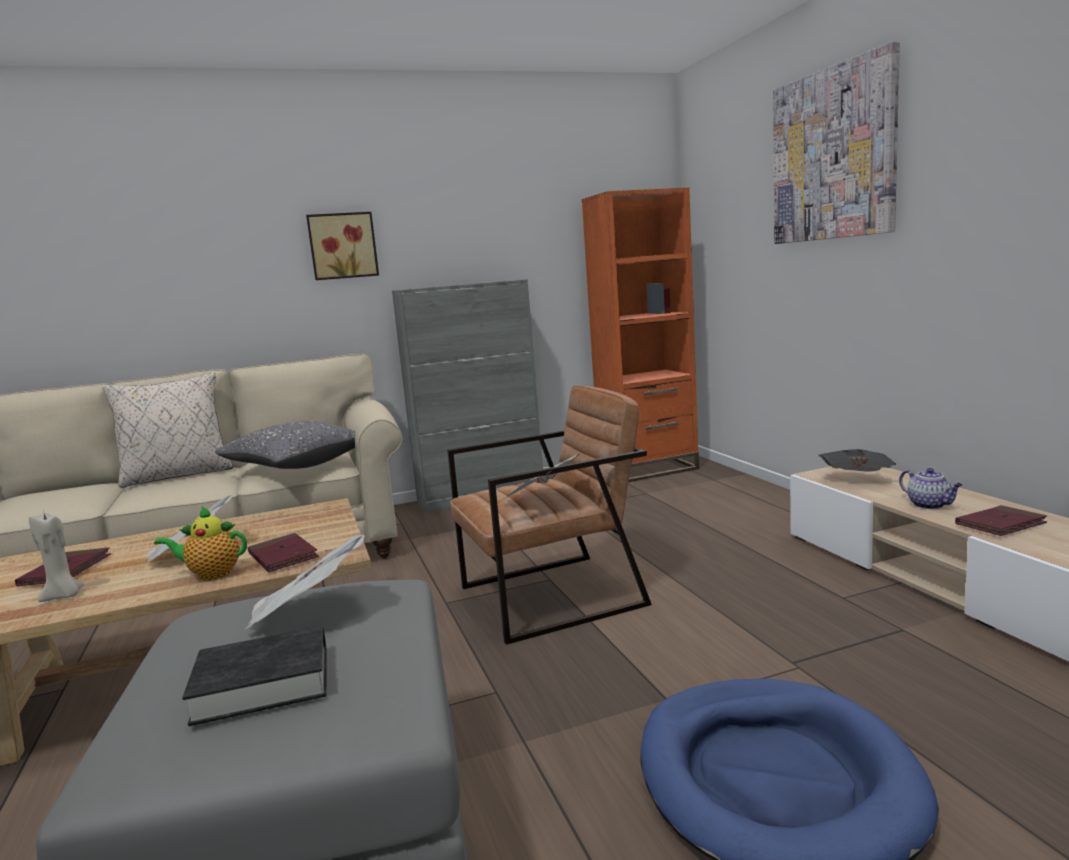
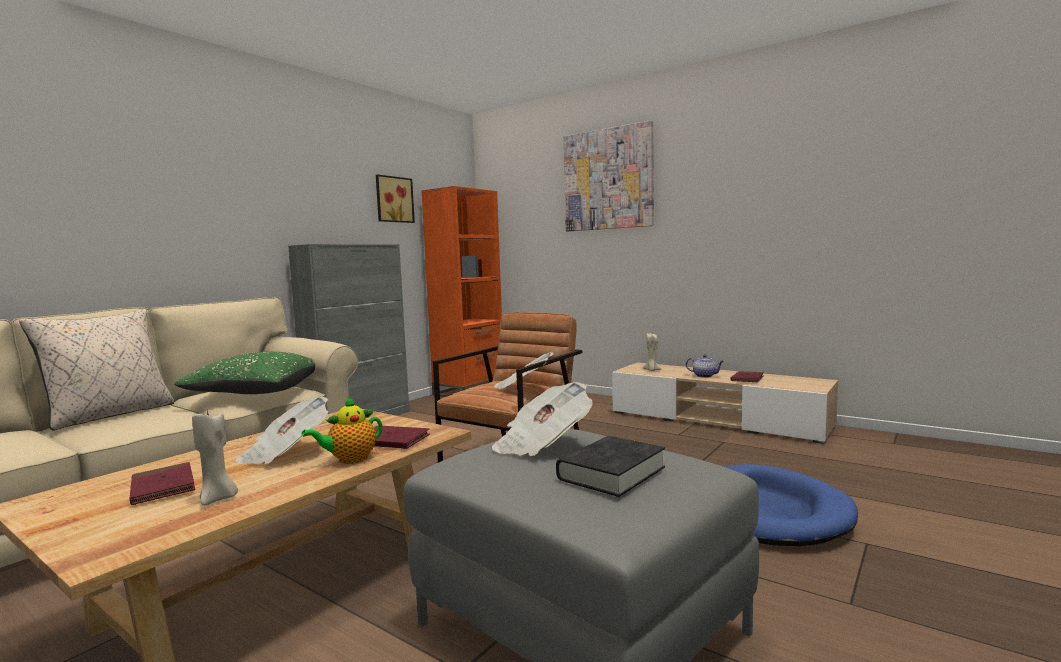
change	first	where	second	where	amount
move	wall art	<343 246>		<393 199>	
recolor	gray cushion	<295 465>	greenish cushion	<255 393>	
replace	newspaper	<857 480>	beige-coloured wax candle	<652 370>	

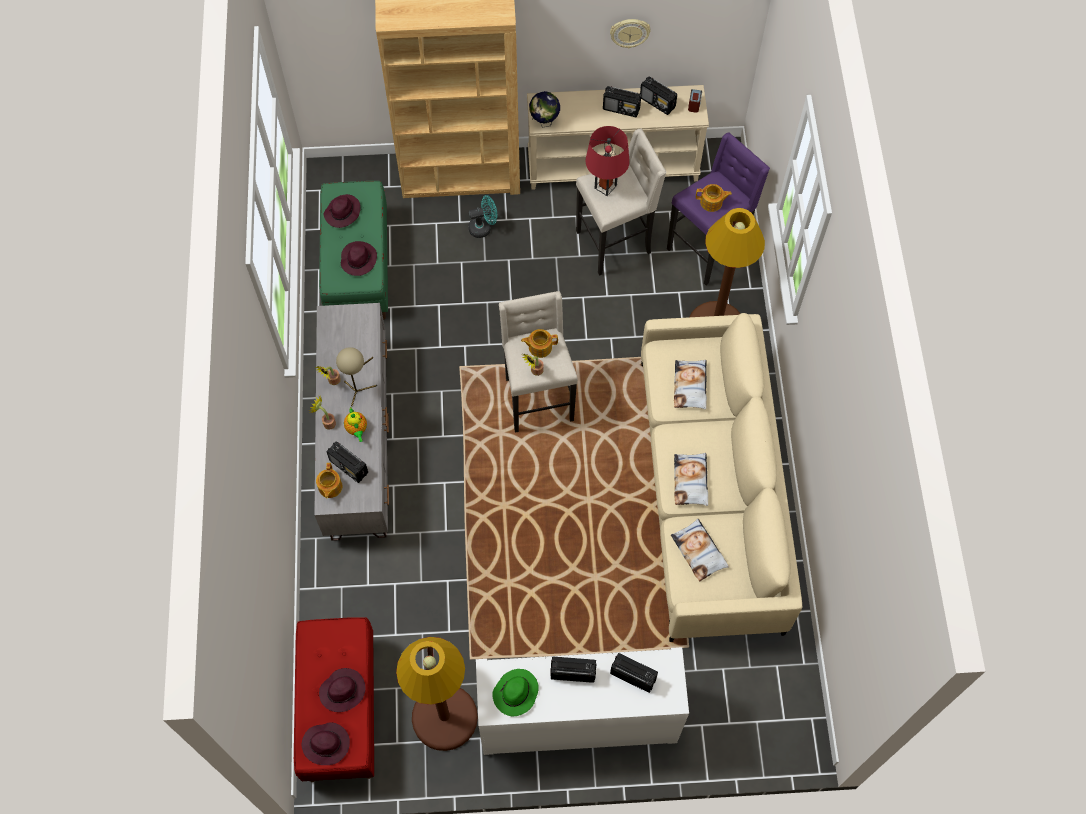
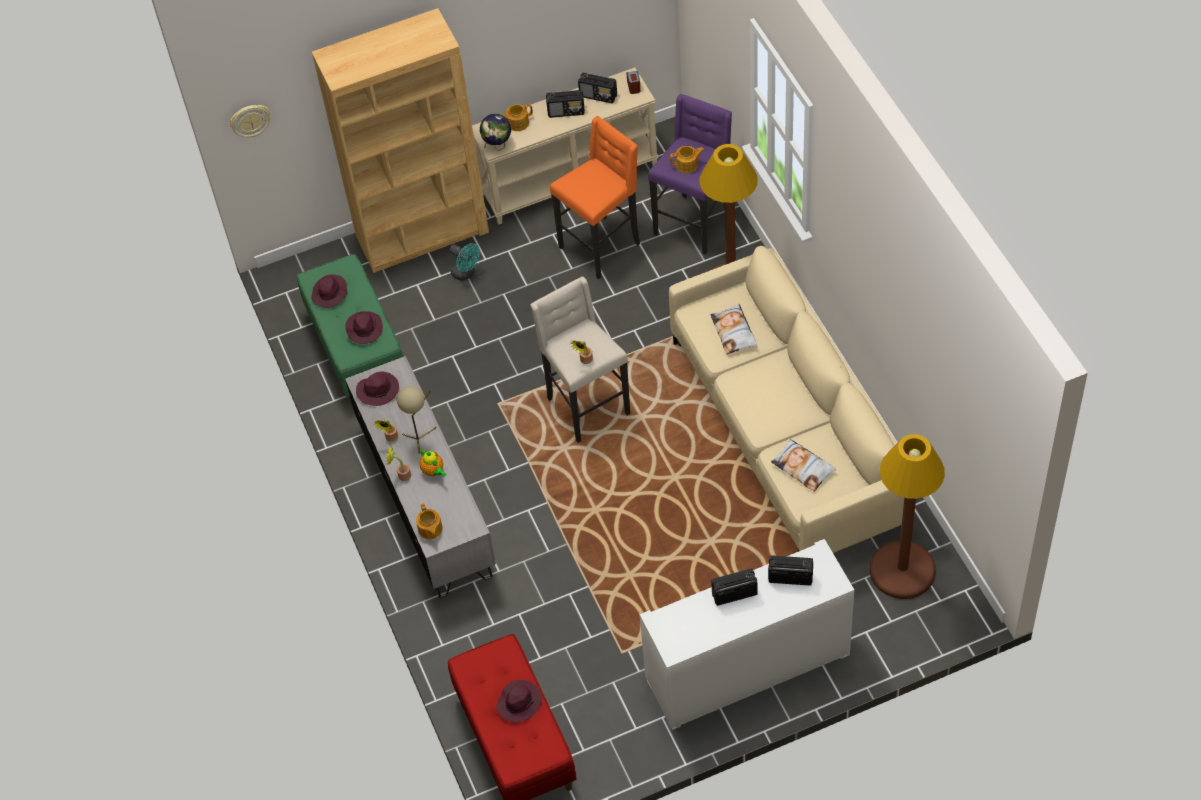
change	first	where	second	where	amount
move	wall clock	<629 32>		<250 120>	
delete	red-coloured lamp for a table	<605 186>			
recolor	beige-coloured sitting stool	<615 243>	orangey sitting stool	<601 245>	
rotate	turquoise cooling fan	<483 227>		<466 273>	75 degrees clockwise
move	teapot	<539 347>		<517 123>	
delete	radio	<349 467>			
delete	cushion	<691 481>			
move	brown-coloured standard lamp	<444 717>		<902 570>	
delete	greenish clothing hat	<515 694>			
move	purple-coloured clothing hat	<327 744>		<378 390>	

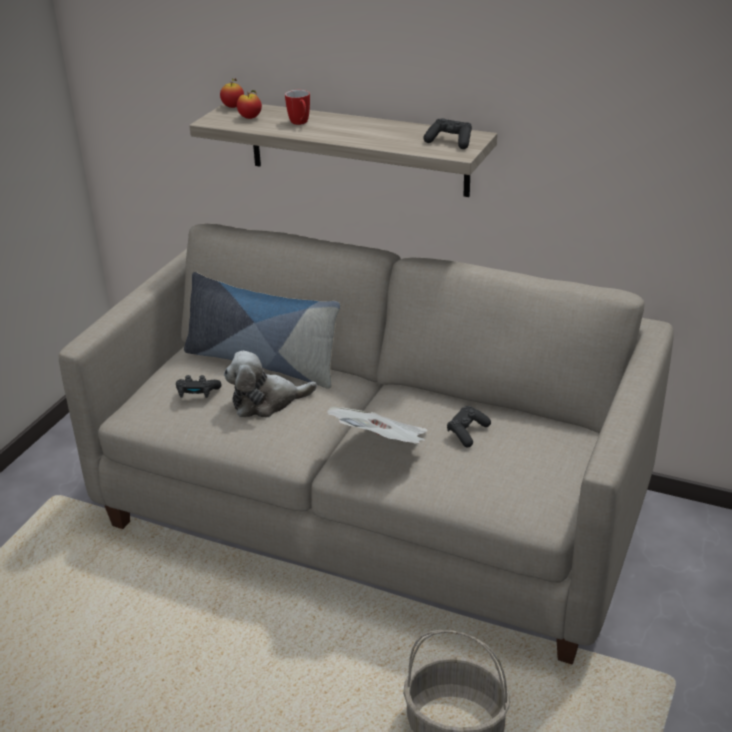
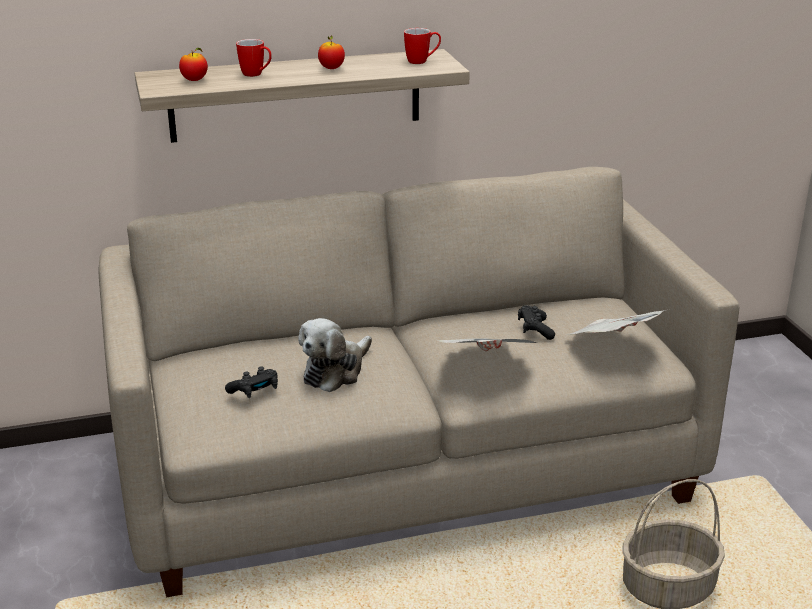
change	first	where	second	where	amount
move	whole apple	<233 107>		<331 68>	
replace	black-coloured joypad	<450 142>	coffee mug	<422 61>	
delete	cushion	<262 363>			
insert			newspaper	<614 346>	

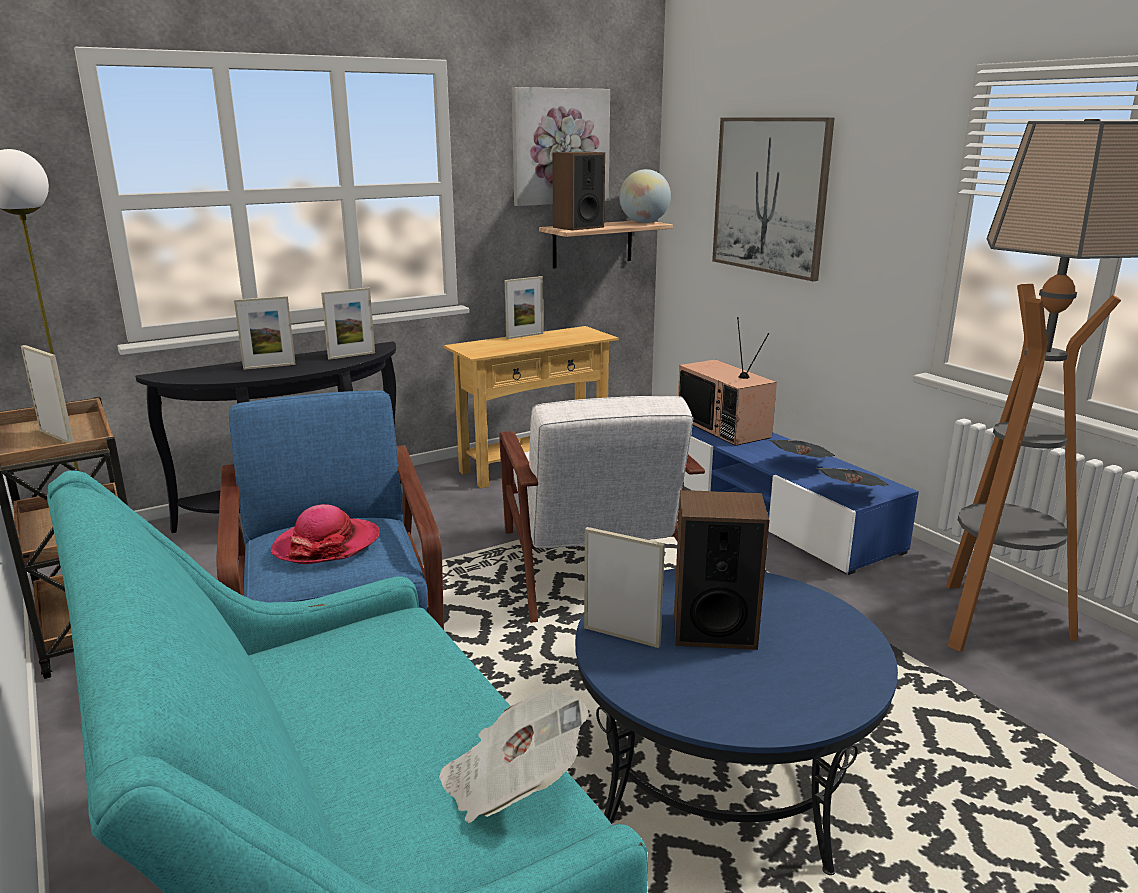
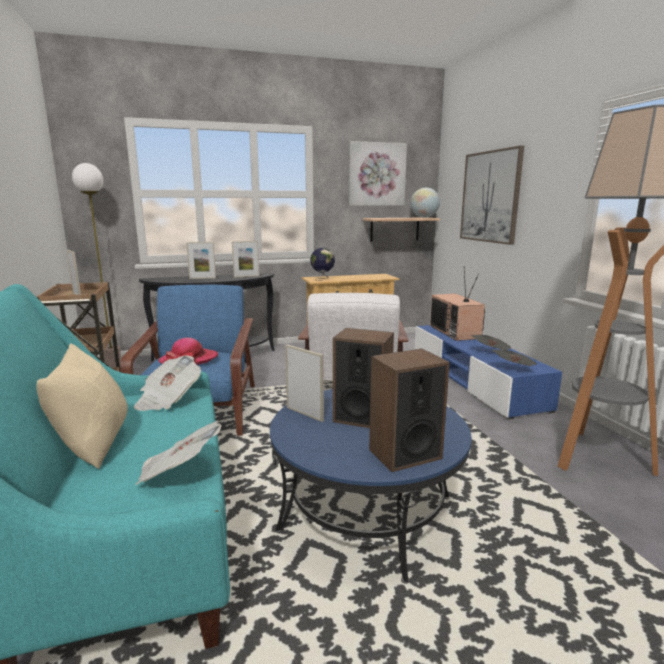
change	first	where	second	where	amount
move	loudspeaker	<578 227>		<404 454>	
delete	standing frame	<524 336>			
insert			desk globe	<322 279>	
insert			beige-coloured cushion	<93 443>	
insert			newspaper	<168 399>	

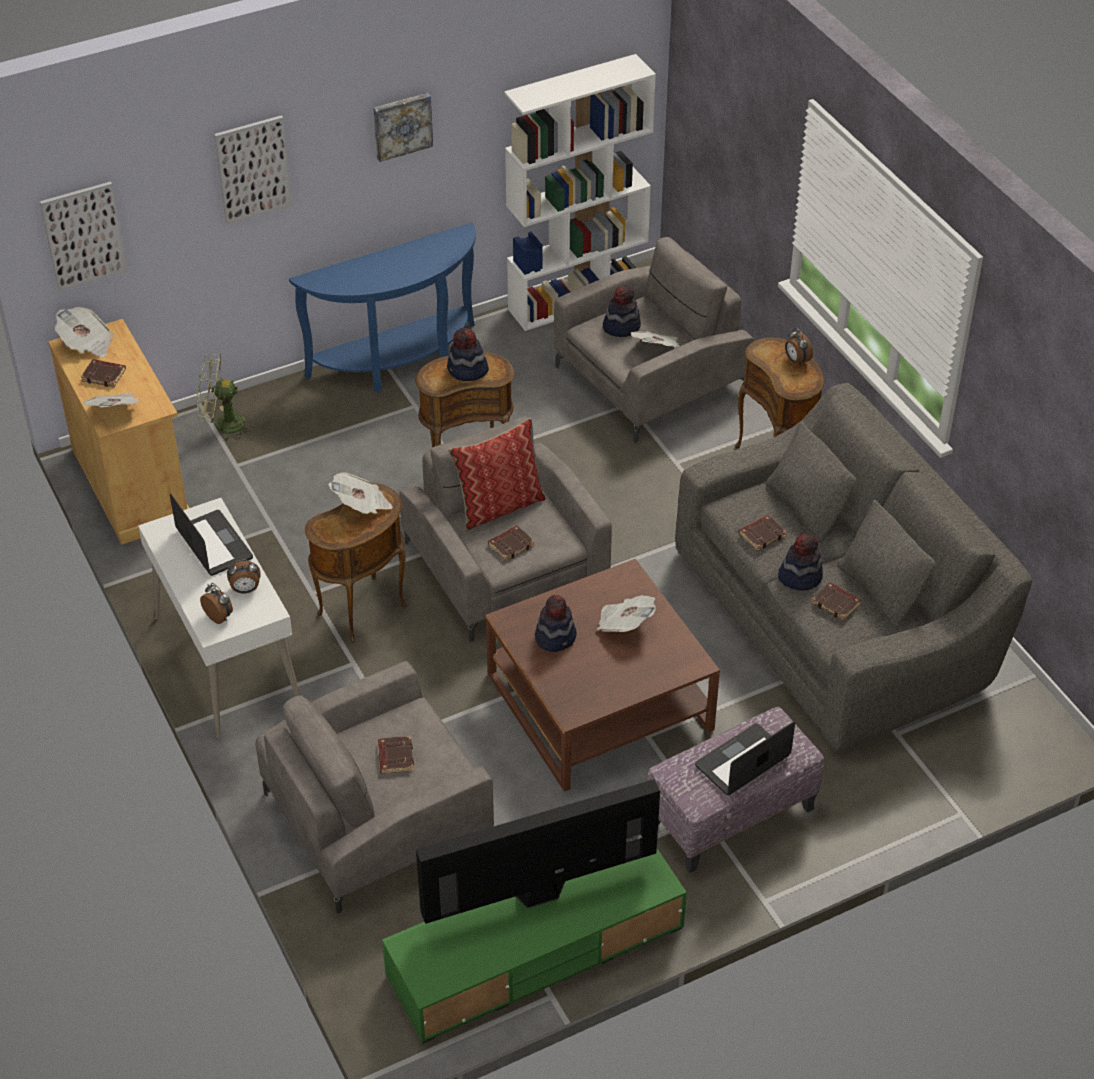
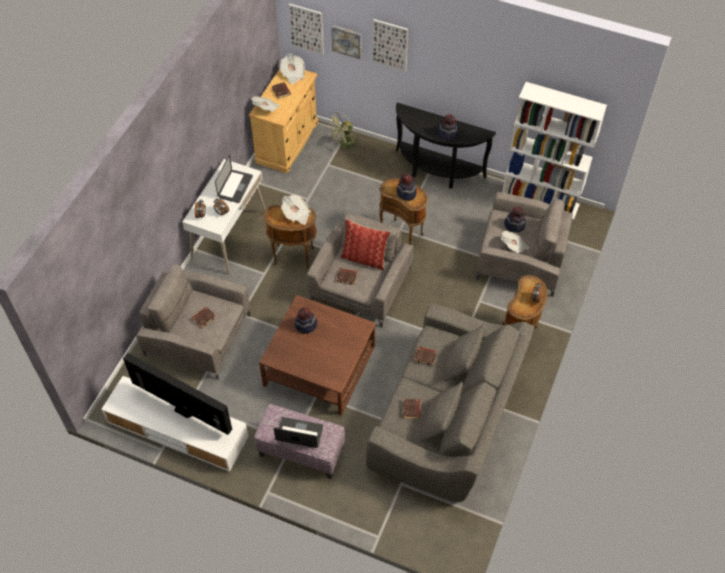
change	first	where	second	where	amount
move	wall art	<402 125>		<347 41>	
recolor	bluish hall table	<399 363>	black-coloured hall table	<436 171>	
rotate	greenish cooling fan	<222 425>		<344 145>	90 degrees counterclockwise
move	clothing hat	<800 576>		<447 134>	
delete	newspaper	<625 624>			
recolor	greenish tv unit	<535 952>	white tv unit	<177 430>	

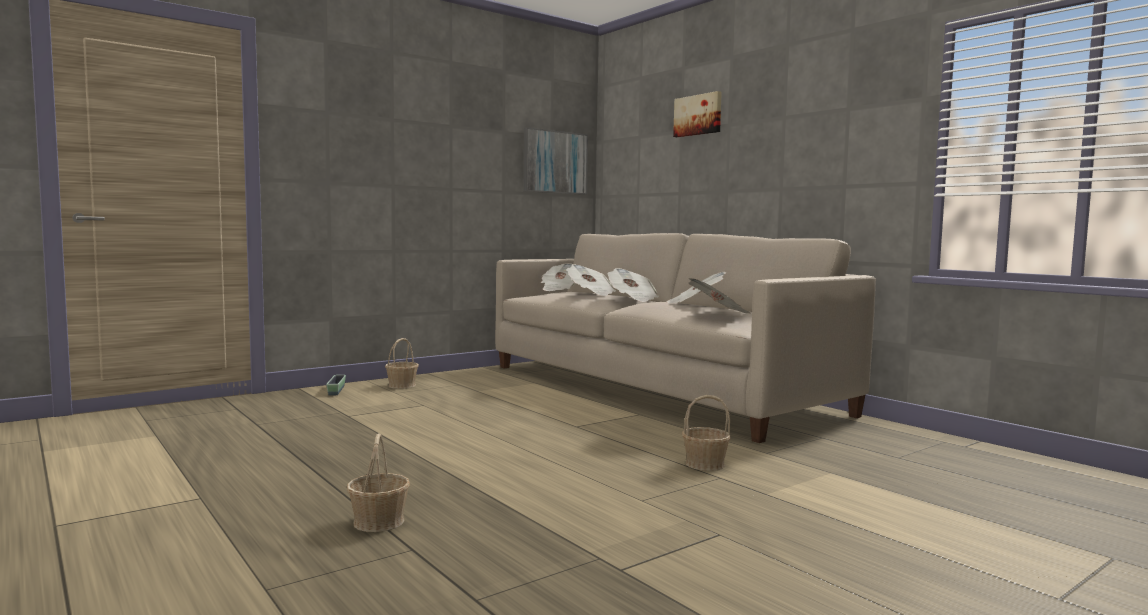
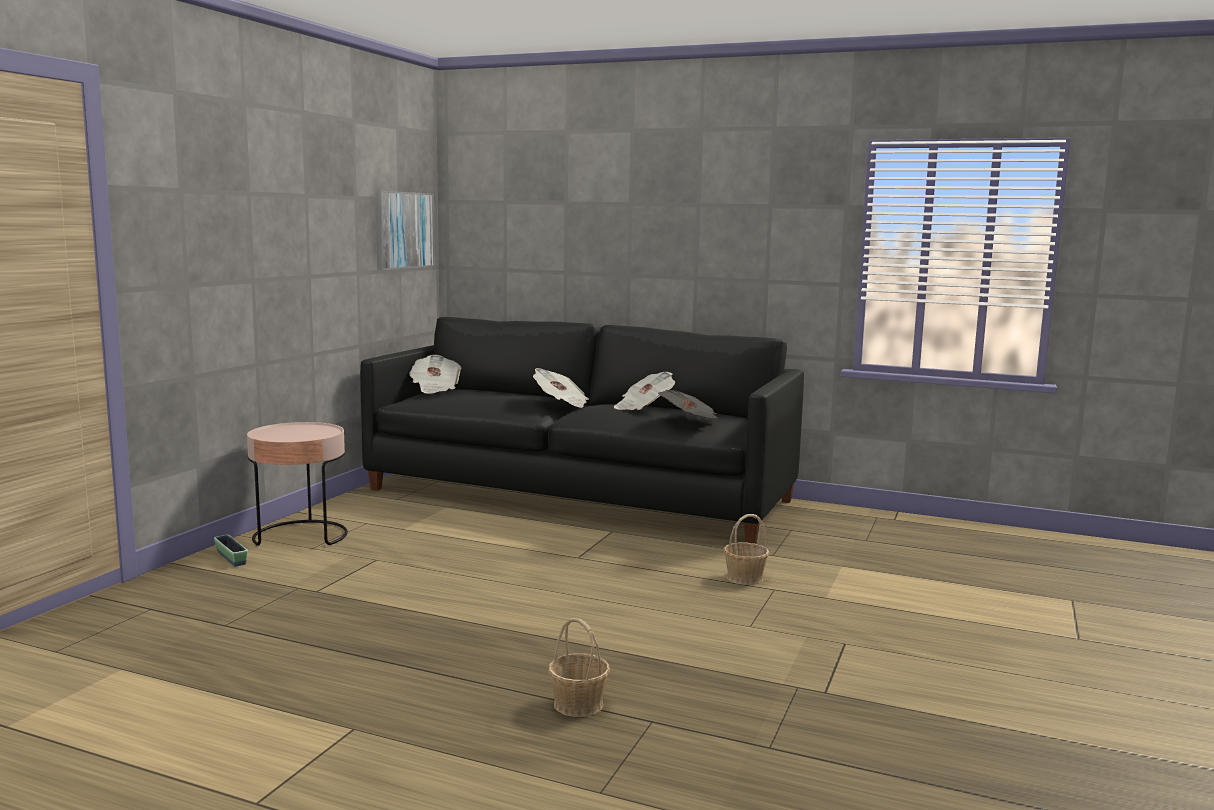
change	first	where	second	where	amount
delete	wall art	<698 115>			
recolor	beige-coloured settee	<656 388>	black-coloured settee	<579 495>	
delete	newspaper	<591 294>			
replace	storage basket	<402 385>	pinkish end table	<301 536>	

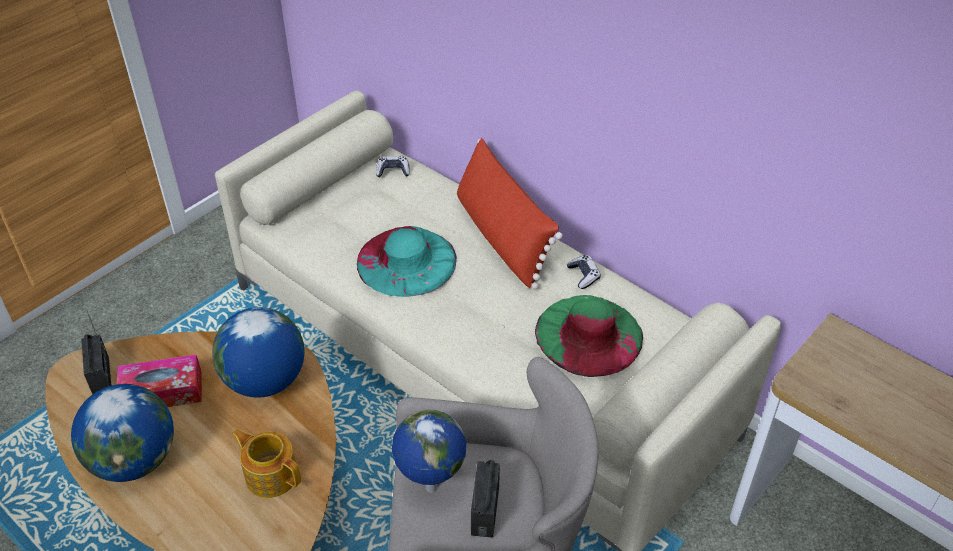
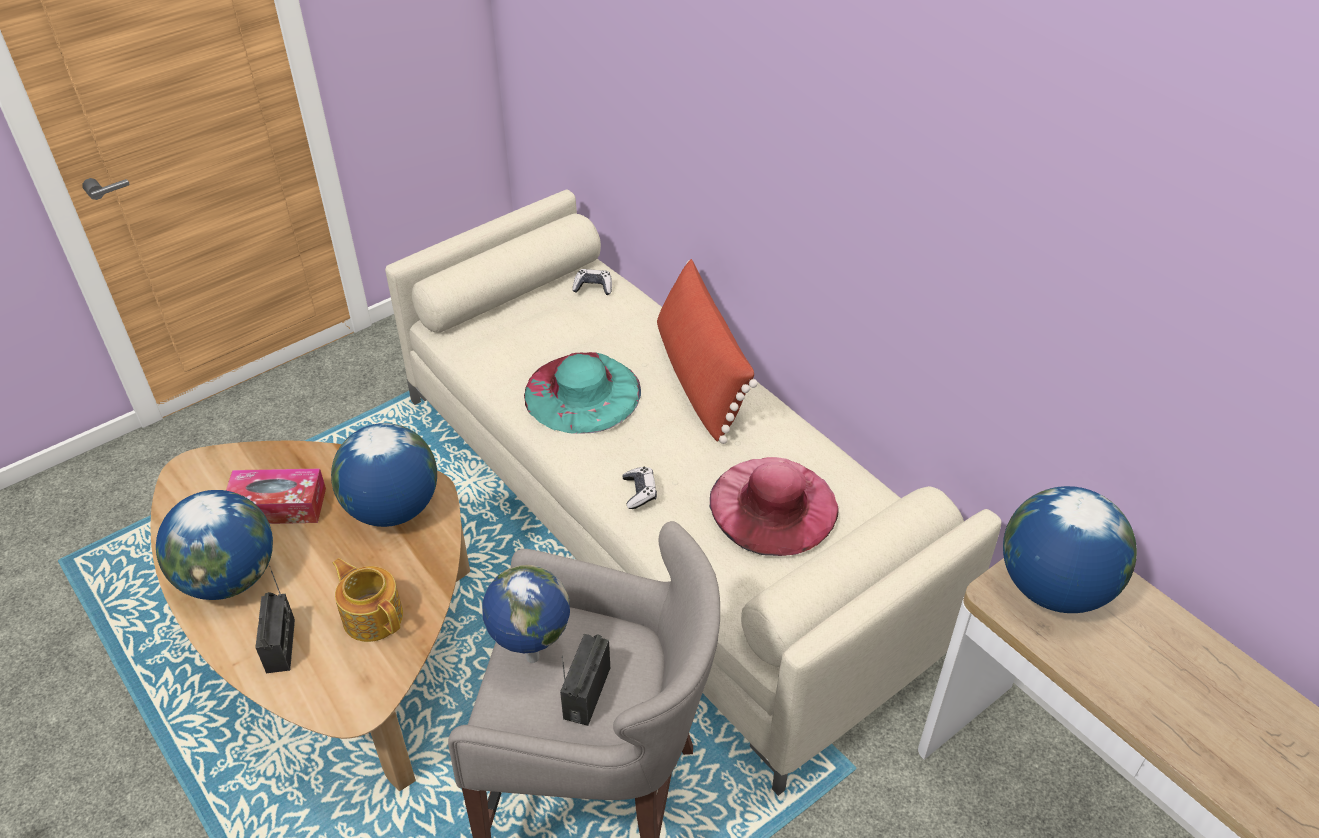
change	first	where	second	where	amount
move	joypad	<583 276>		<639 492>	
recolor	greenish clothing hat	<589 335>	pinkish clothing hat	<773 505>	
move	radio	<101 376>		<281 646>	
insert			desk globe	<1053 587>	

